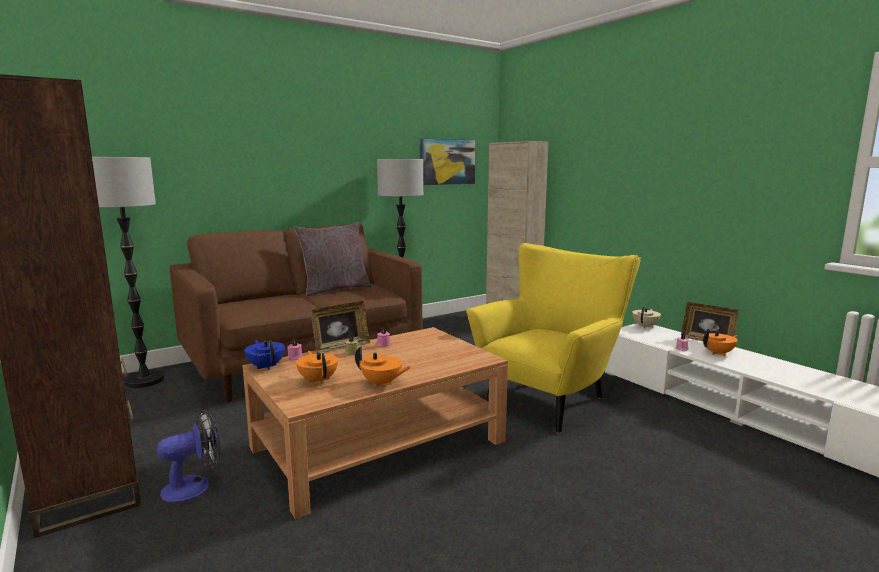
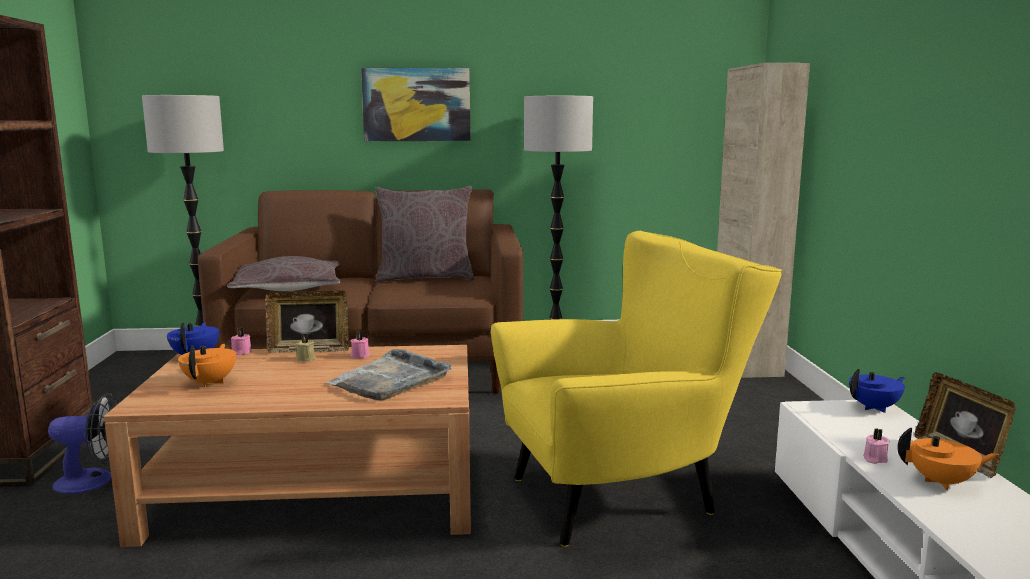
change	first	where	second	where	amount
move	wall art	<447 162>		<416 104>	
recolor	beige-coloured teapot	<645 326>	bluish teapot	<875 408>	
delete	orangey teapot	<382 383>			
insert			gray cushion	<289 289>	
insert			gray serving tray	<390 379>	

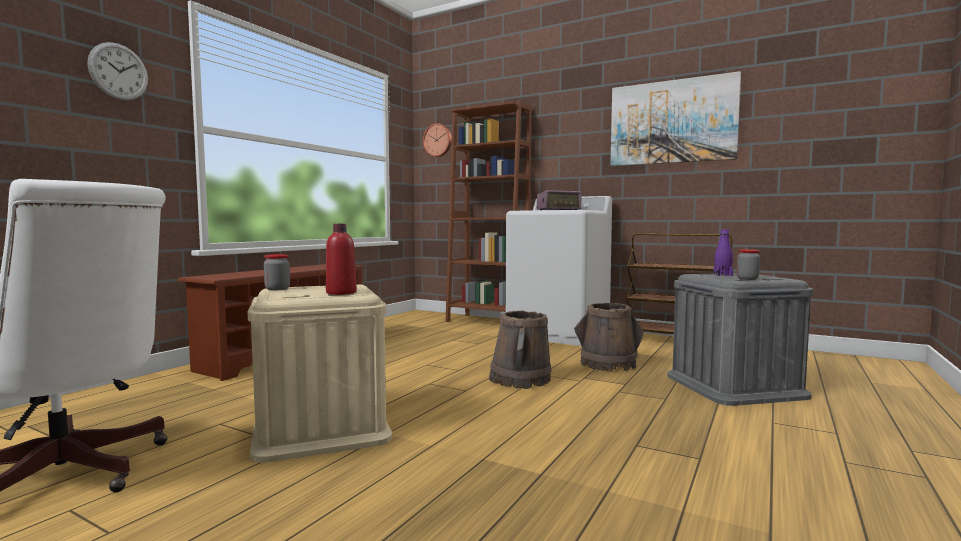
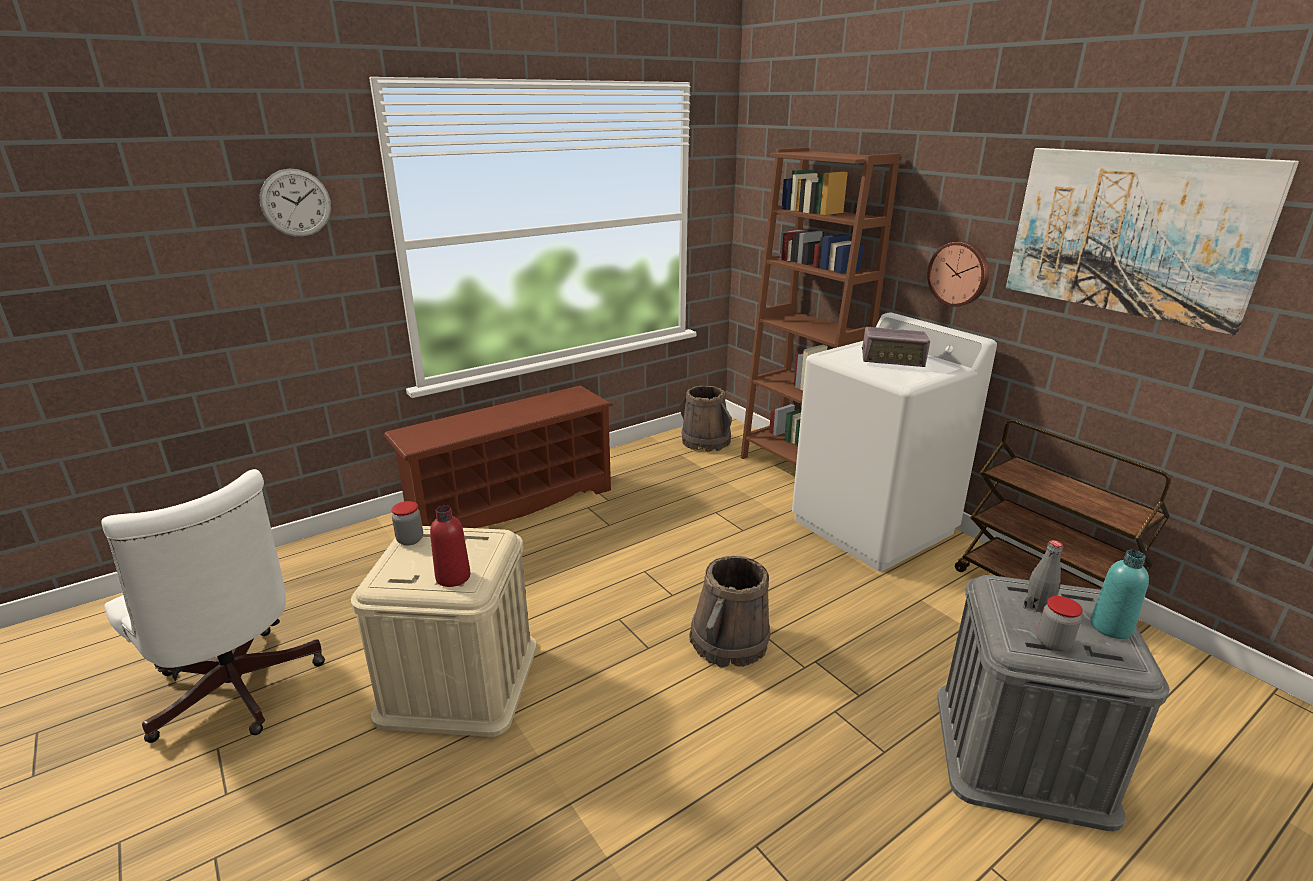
change	first	where	second	where	amount
move	wall clock	<438 140>		<959 273>	
recolor	purple-coloured bottle	<722 275>	gray bottle	<1038 606>	
move	brown-coloured water bucket	<607 364>		<705 441>	
insert			turquoise bottle	<1111 627>	

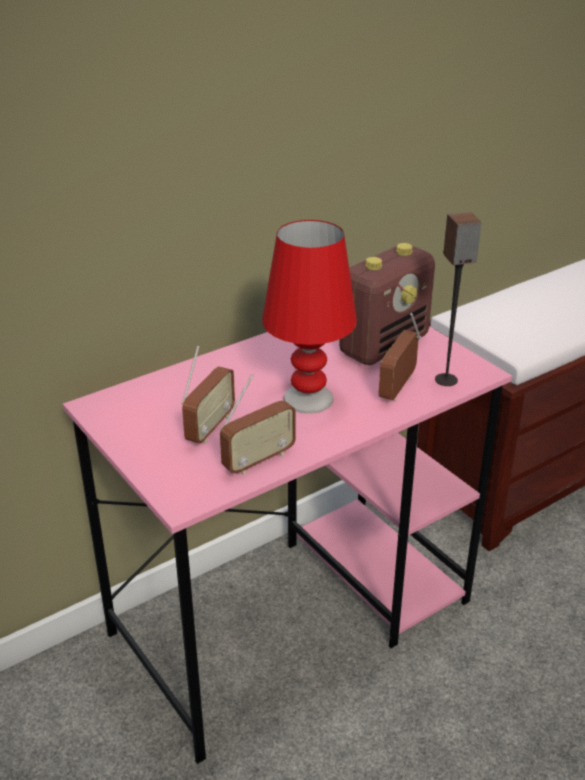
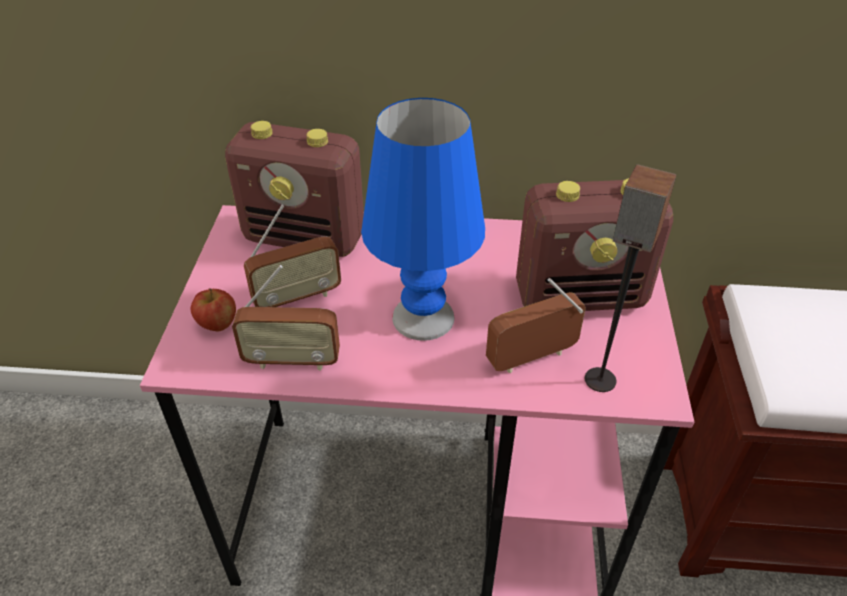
change	first	where	second	where	amount
recolor	red-coloured lamp for a table	<308 398>	bluish lamp for a table	<424 317>	
insert			radio	<306 238>	
insert			whole apple	<217 324>	

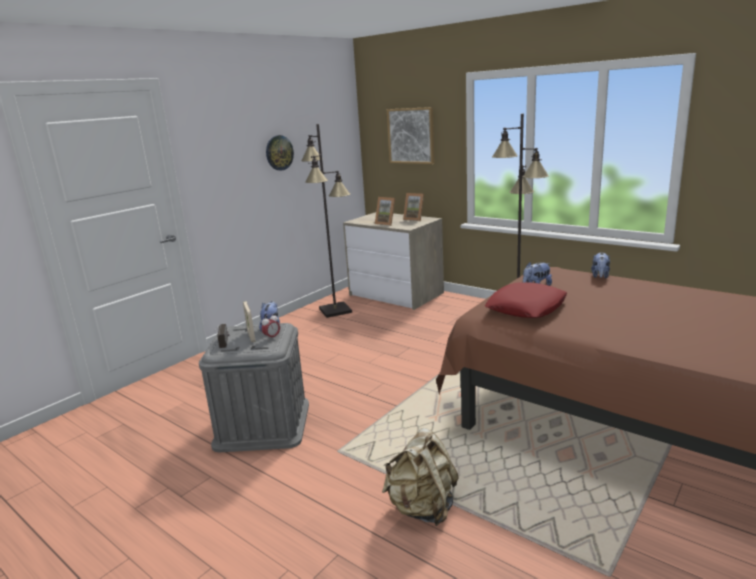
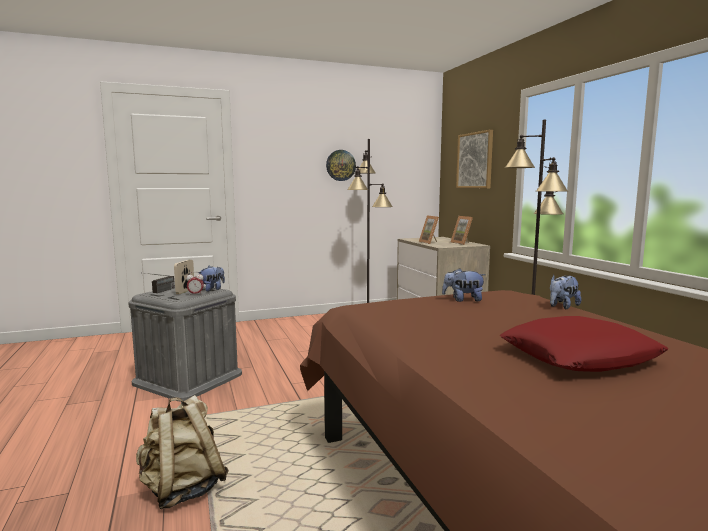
change	first	where	second	where	amount
move	red-coloured cushion	<526 308>		<578 357>	

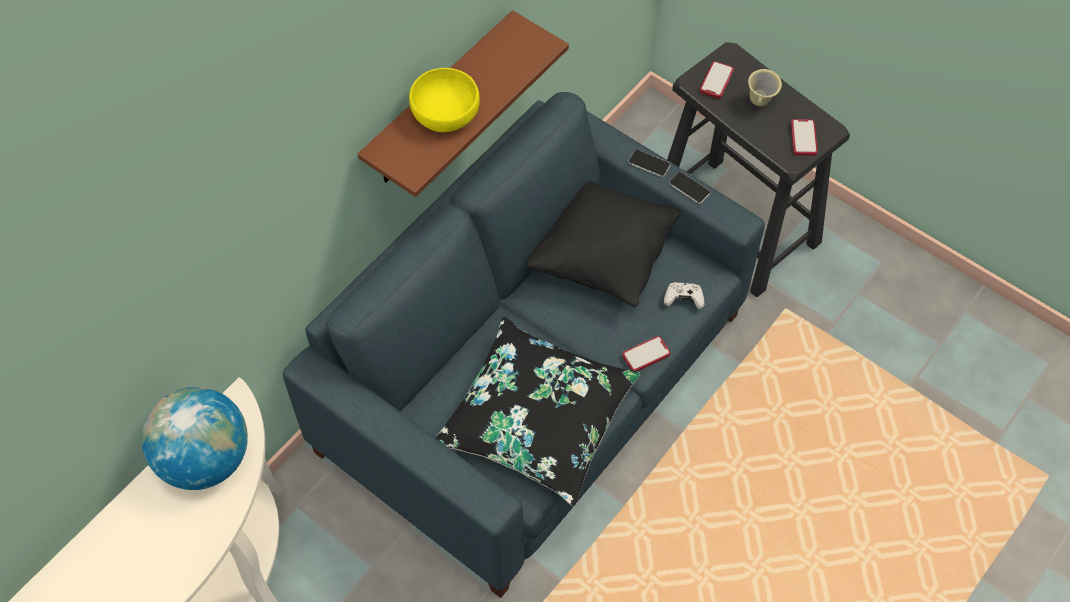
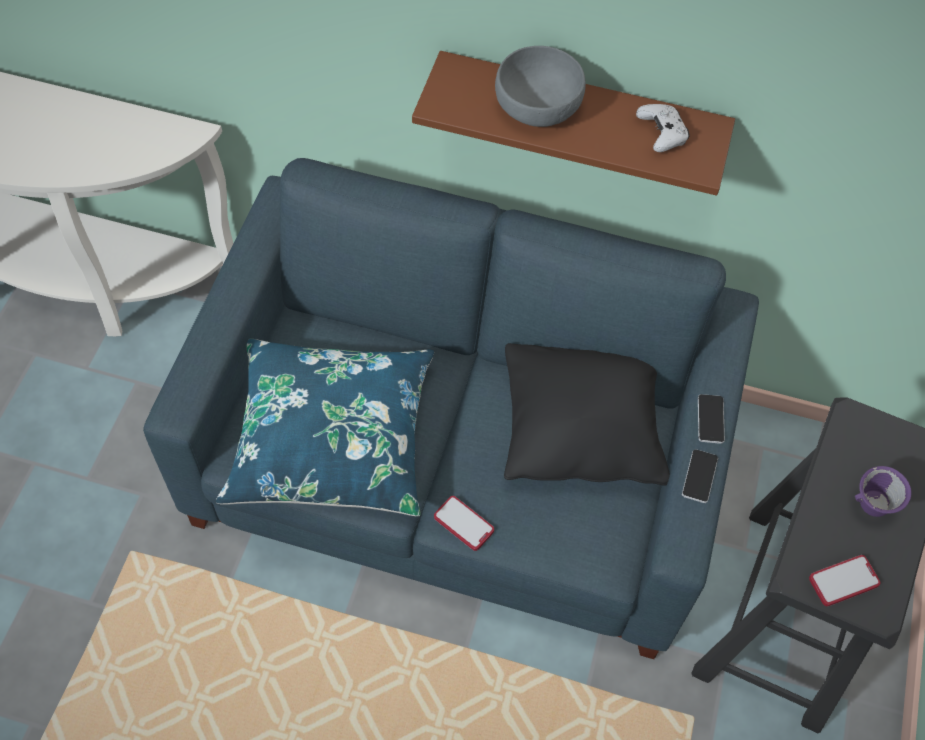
change	first	where	second	where	amount
delete	phone	<716 81>			
recolor	yellowish bowl	<444 114>	gray bowl	<537 105>	
recolor	beige-coloured coffee mug	<760 103>	purple-coloured coffee mug	<870 508>	
move	white joypad	<683 299>		<662 134>	
recolor	black-coloured cushion	<537 419>	bluish cushion	<331 438>	
delete	desk globe	<205 459>			

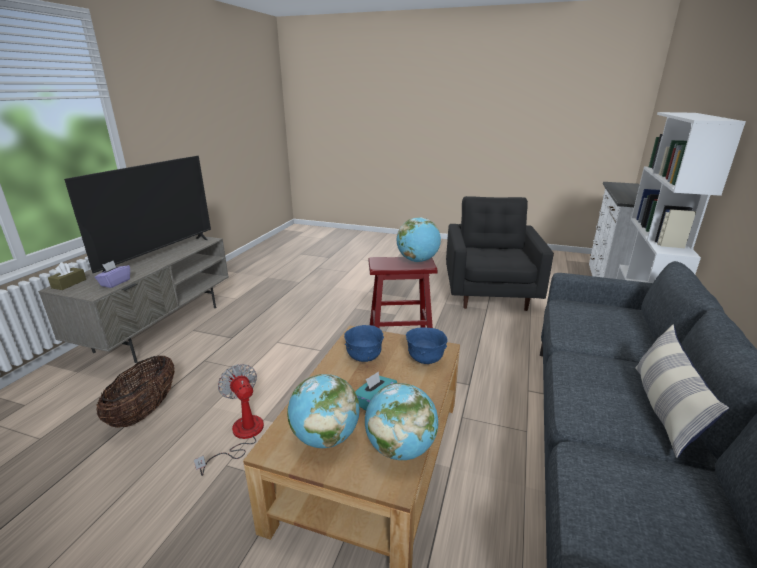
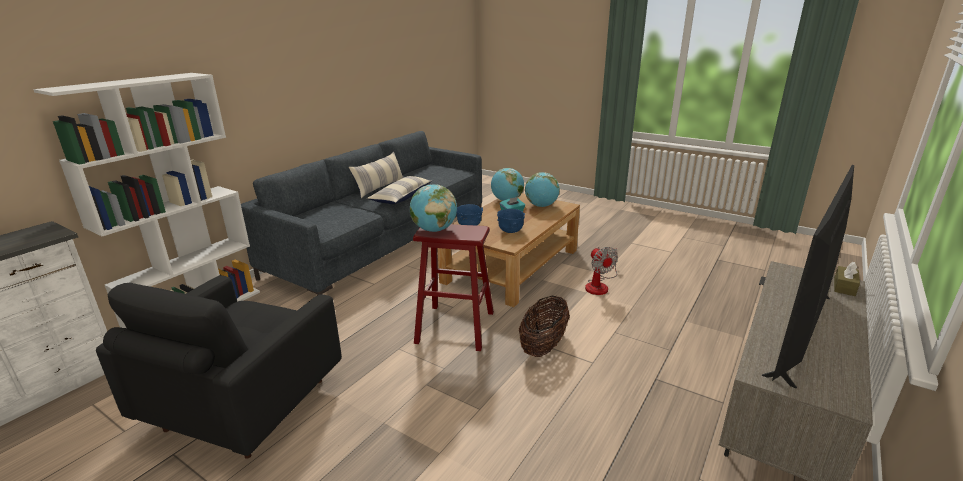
change	first	where	second	where	amount
delete	purple-coloured tissue box	<115 283>			
move	storage basket	<145 411>		<543 346>	
insert			cushion	<401 197>	

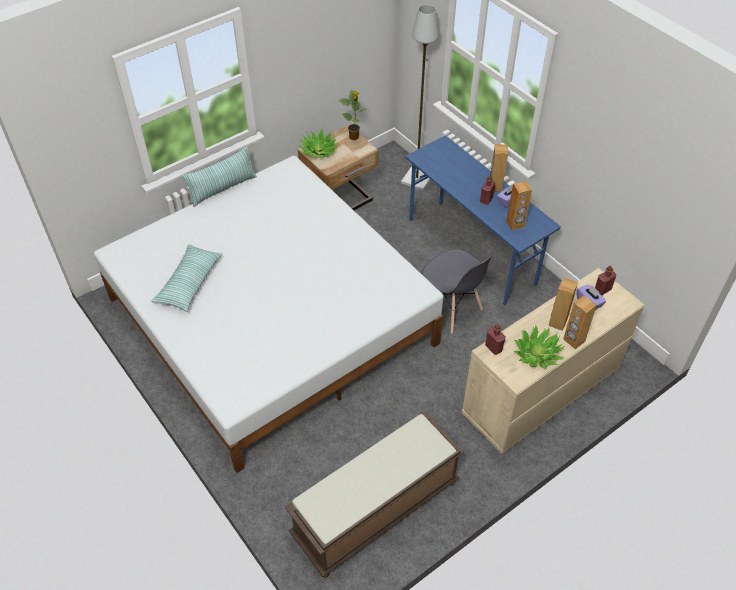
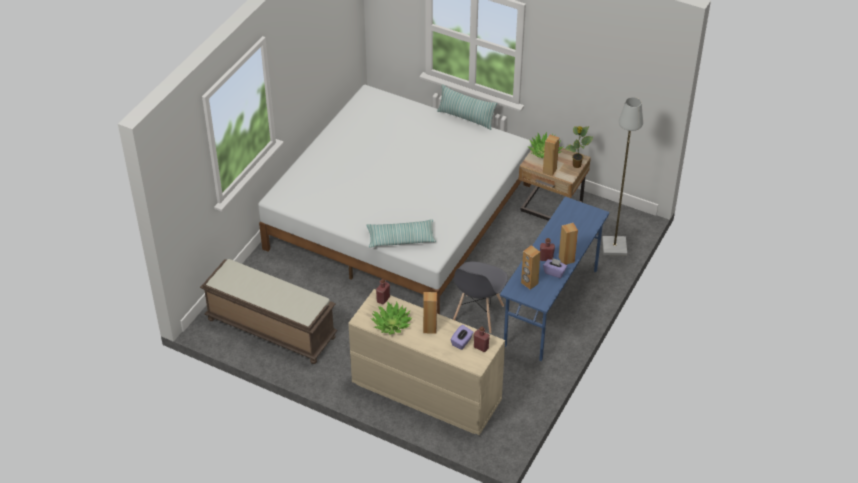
change	first	where	second	where	amount
move	cushion	<189 283>		<401 238>	
move	brown-coloured loudspeaker	<573 340>		<549 170>	

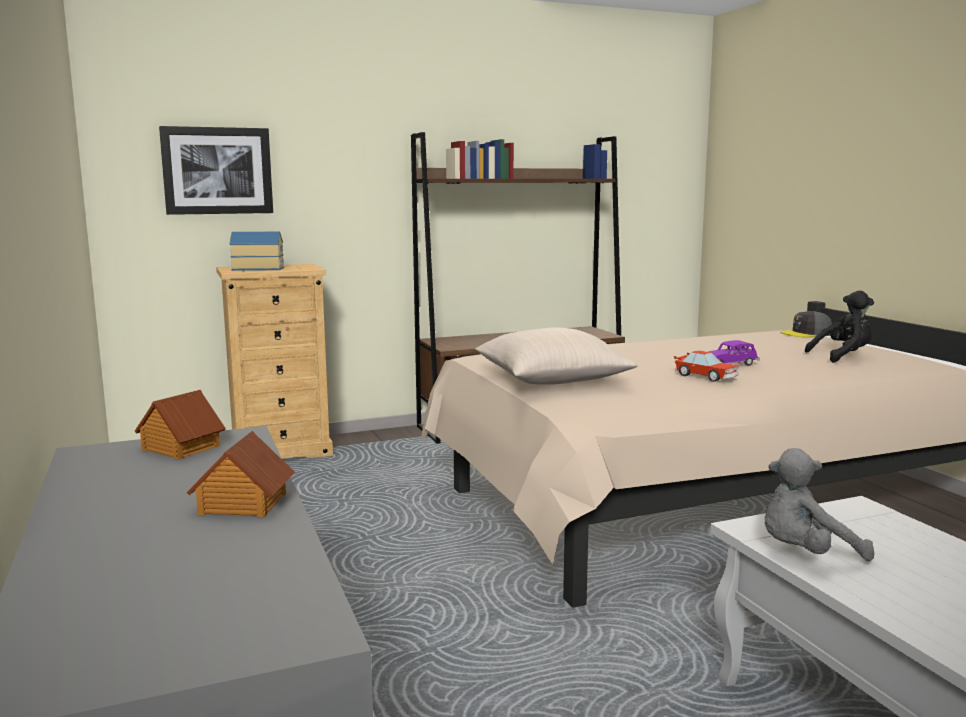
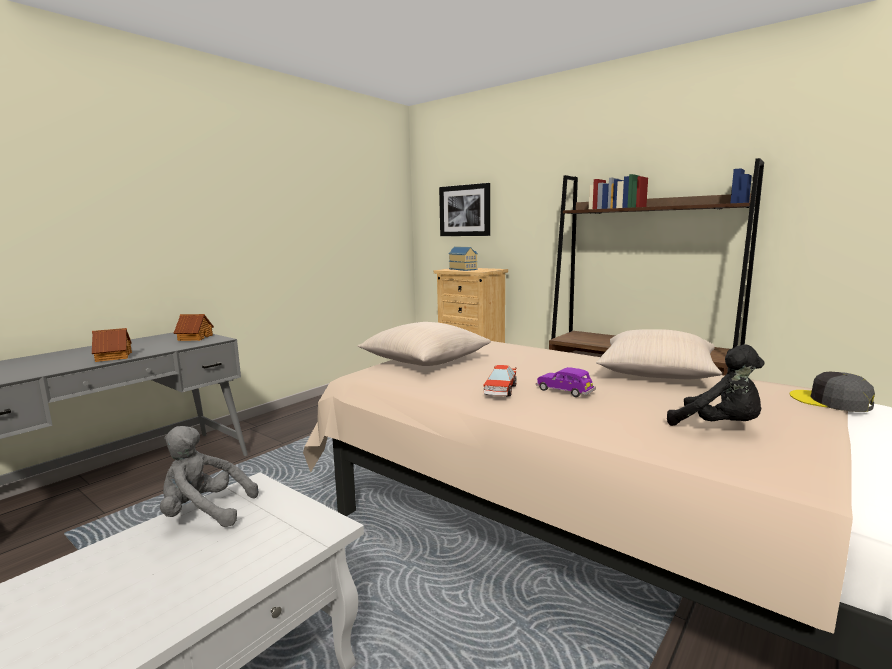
change	first	where	second	where	amount
rotate	gray soft toy	<806 554>		<204 513>	45 degrees counterclockwise
insert			beige-coloured cushion	<657 373>	

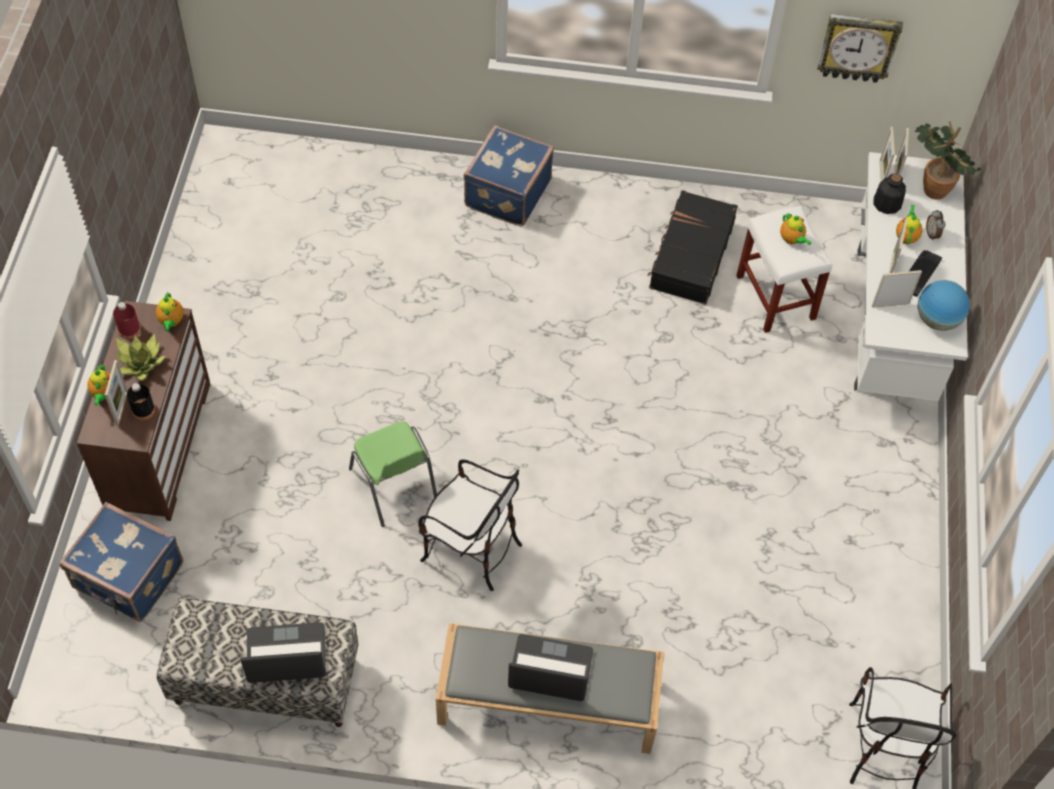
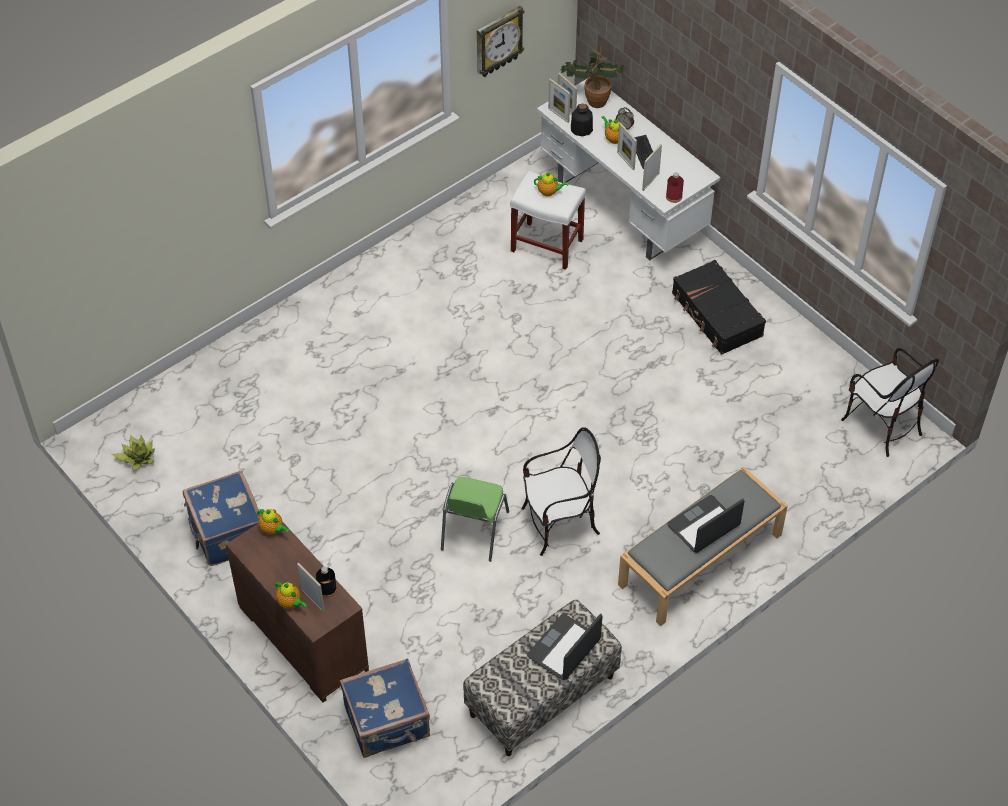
change	first	where	second	where	amount
move	bluish suitcase	<506 193>		<227 533>	
move	black-coloured suitcase	<690 255>		<716 315>	
delete	desk globe	<937 319>			
move	red-coloured bottle	<129 330>		<674 196>	
move	potted plant	<141 363>		<137 458>	
rotate	greenish plain chair	<394 487>		<473 531>	90 degrees clockwise

